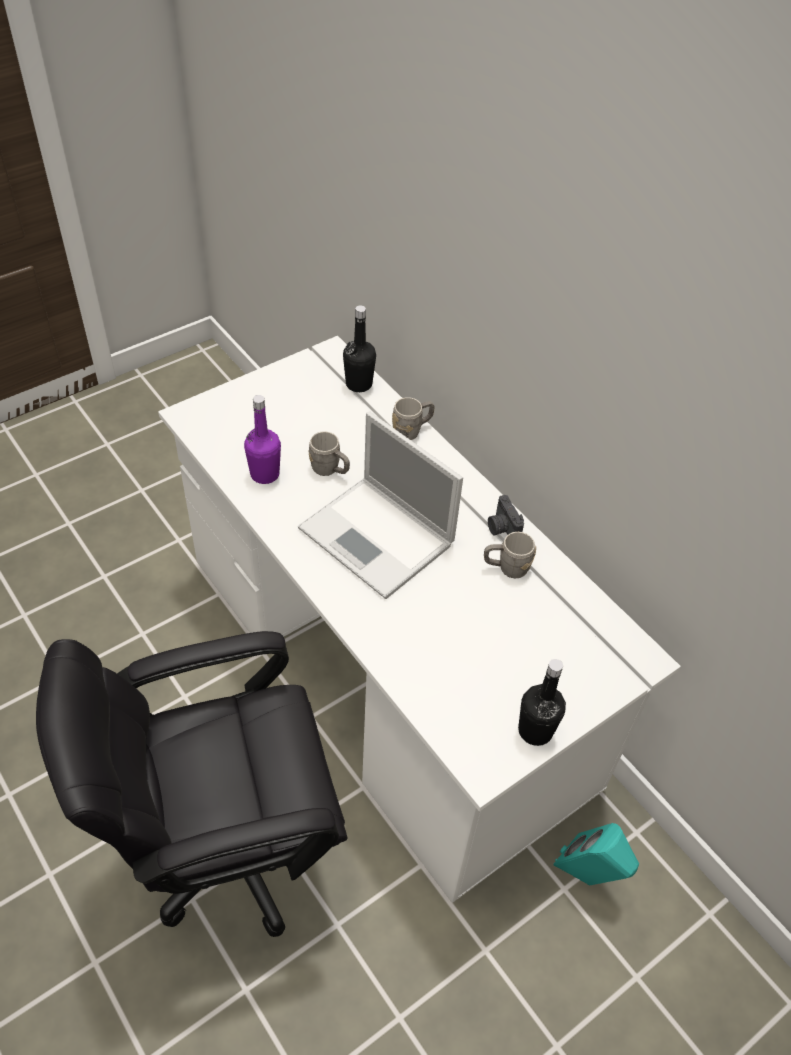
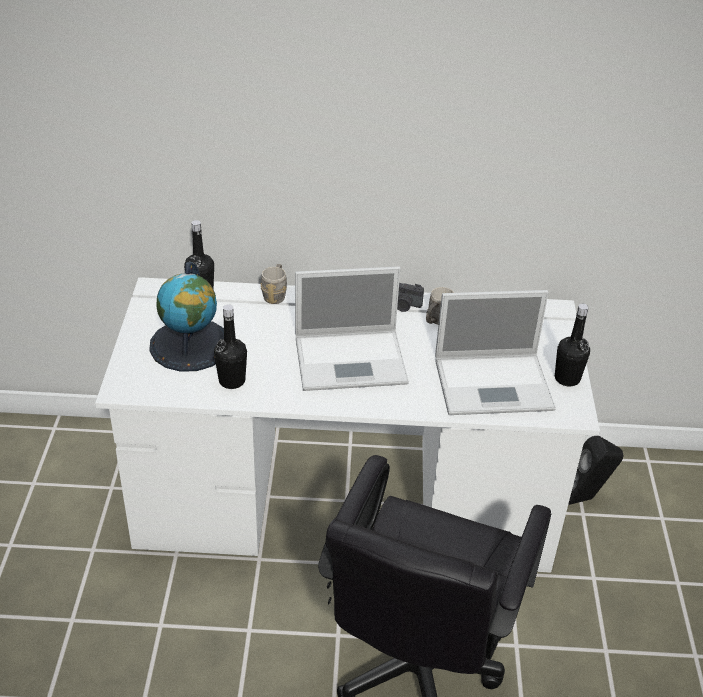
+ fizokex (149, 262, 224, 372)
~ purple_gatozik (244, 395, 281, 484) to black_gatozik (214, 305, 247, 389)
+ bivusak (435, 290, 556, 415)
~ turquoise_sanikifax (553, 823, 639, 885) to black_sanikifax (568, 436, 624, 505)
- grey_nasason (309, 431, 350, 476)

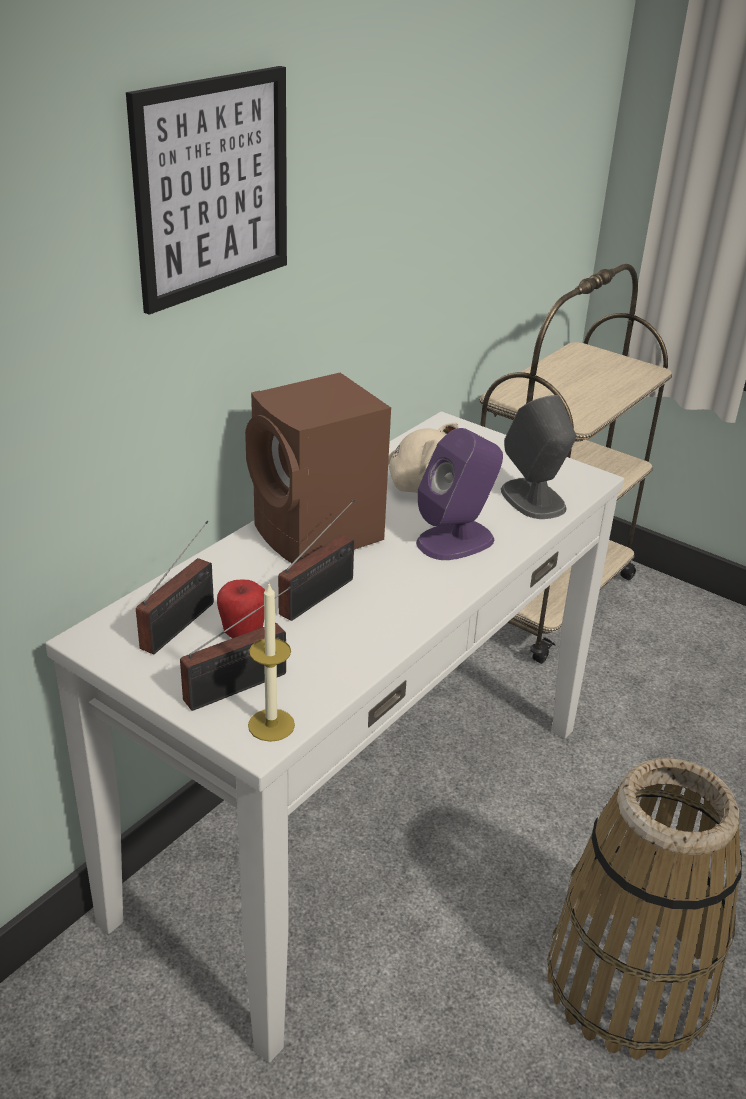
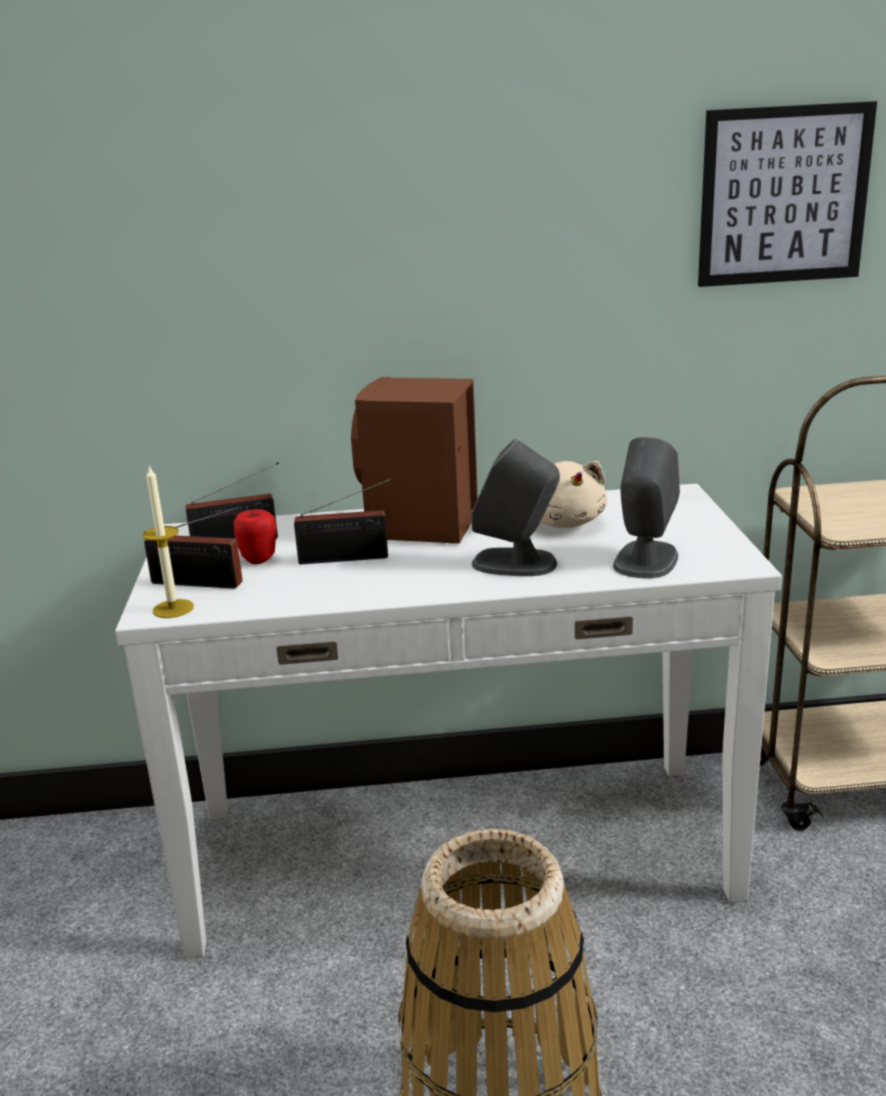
~ purple_sanikifax (416, 428, 503, 560) to grey_sanikifax (472, 439, 560, 576)
~ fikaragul (126, 66, 287, 315) to (698, 101, 877, 287)

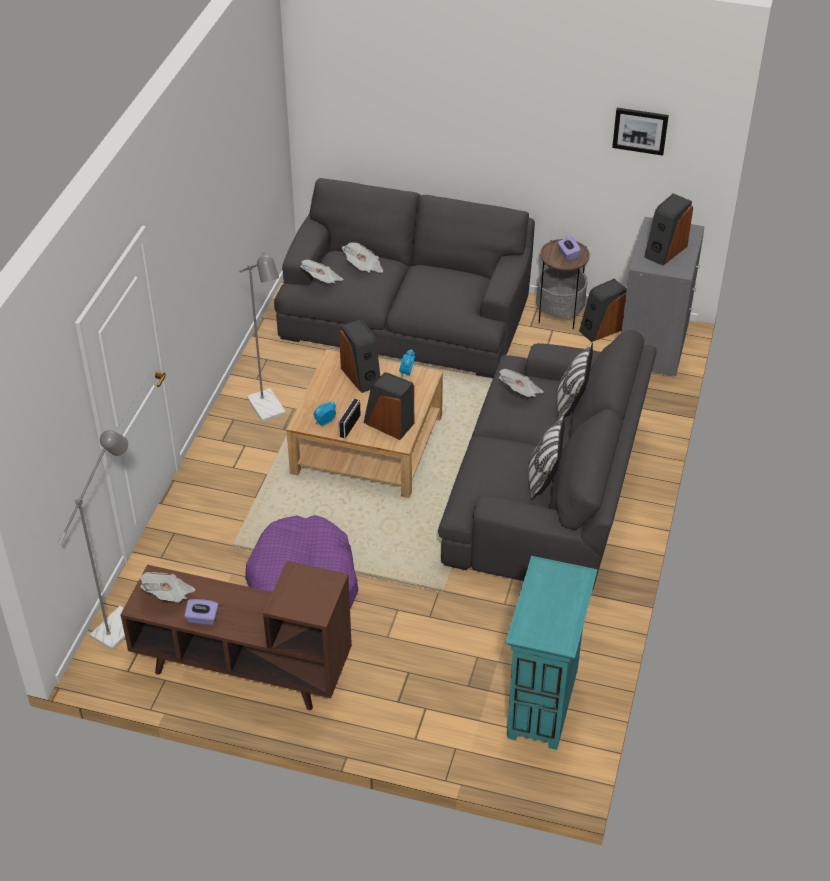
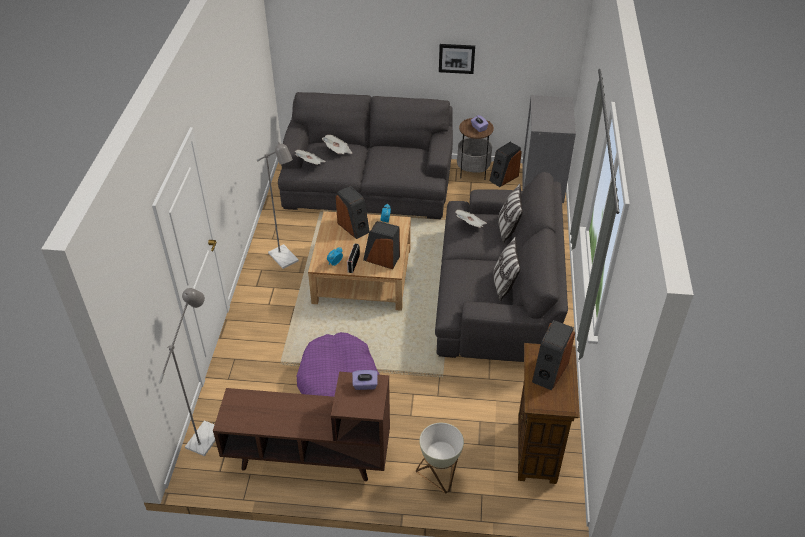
~ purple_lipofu (184, 599, 219, 625) to (352, 370, 378, 390)
+ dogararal (416, 423, 464, 493)
~ fikaragul (612, 108, 669, 156) to (439, 44, 475, 74)
~ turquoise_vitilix (505, 556, 598, 750) to brown_vitilix (518, 343, 580, 484)
~ sanikifax (644, 193, 693, 266) to (532, 320, 575, 390)
- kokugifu (140, 572, 195, 603)

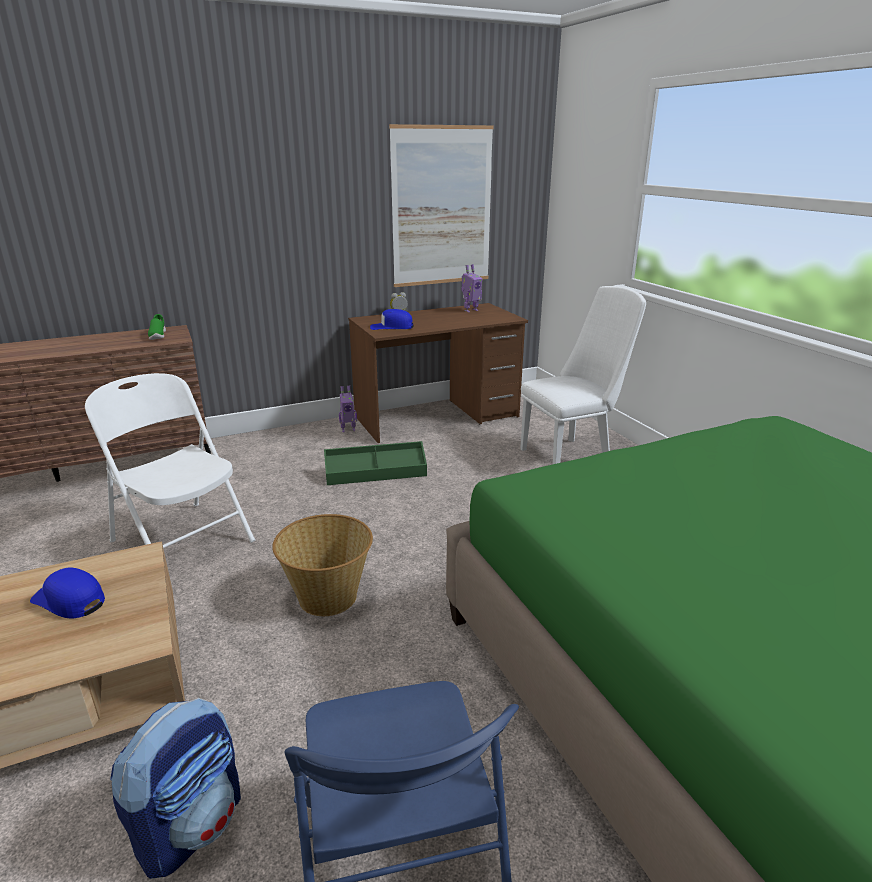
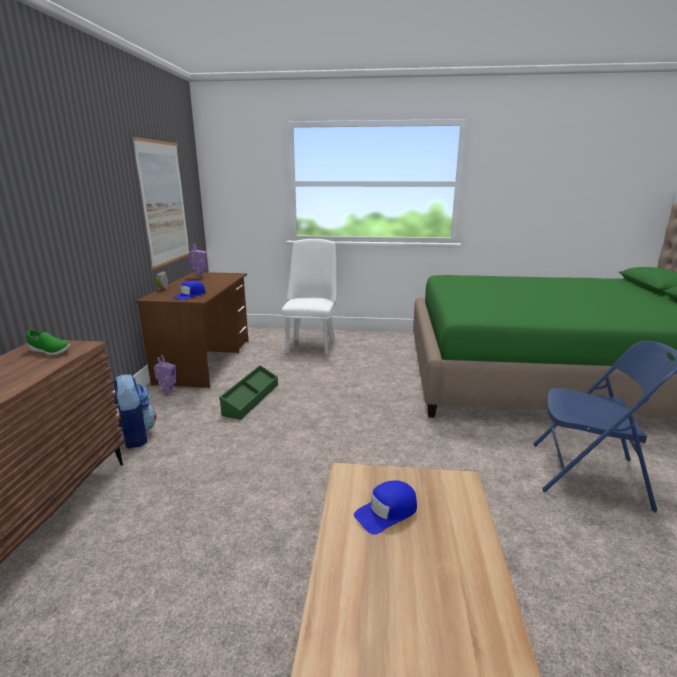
~ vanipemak (110, 698, 241, 879) to (114, 374, 156, 448)
- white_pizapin (85, 373, 256, 548)
- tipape (272, 514, 373, 616)

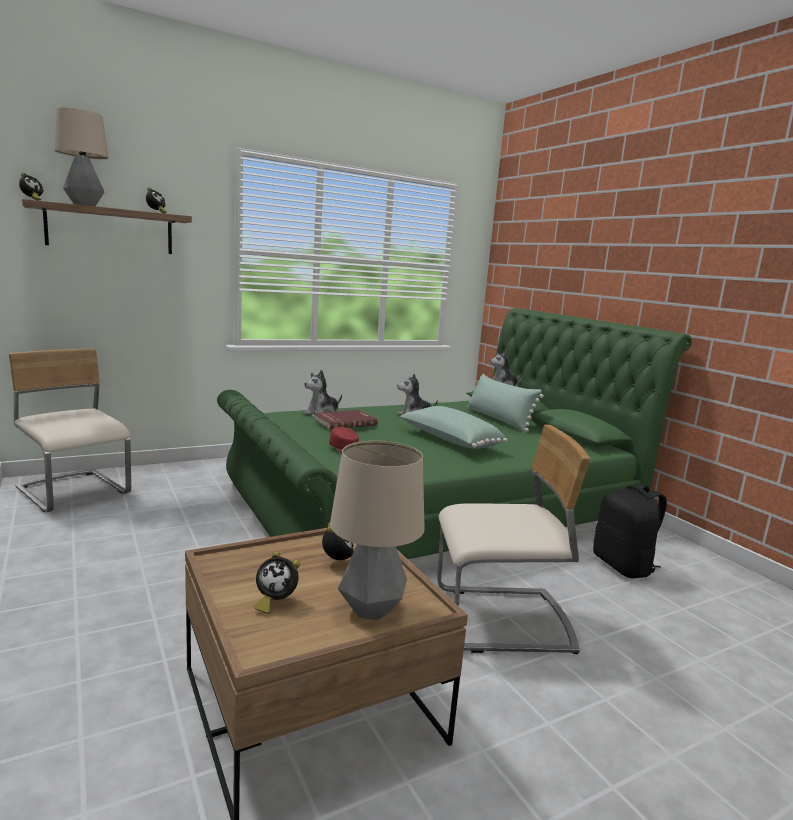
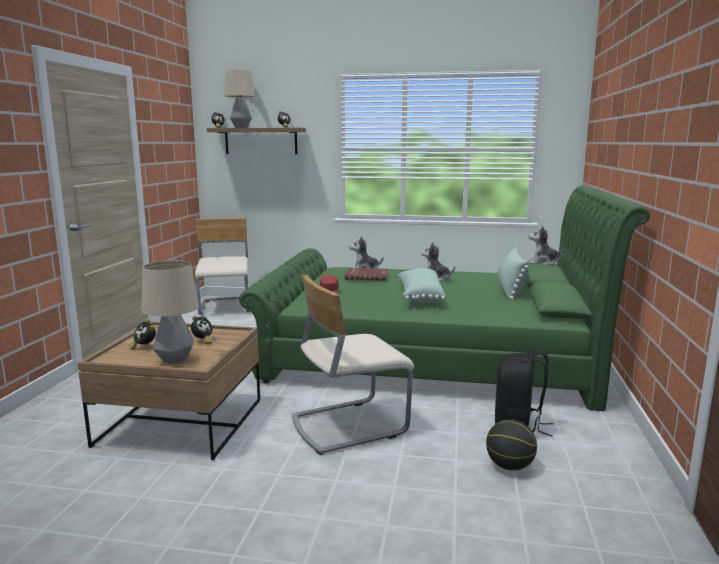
~ beige_pizapin (437, 425, 590, 654) = (292, 275, 414, 455) 120 degrees clockwise
+ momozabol (486, 419, 537, 470)

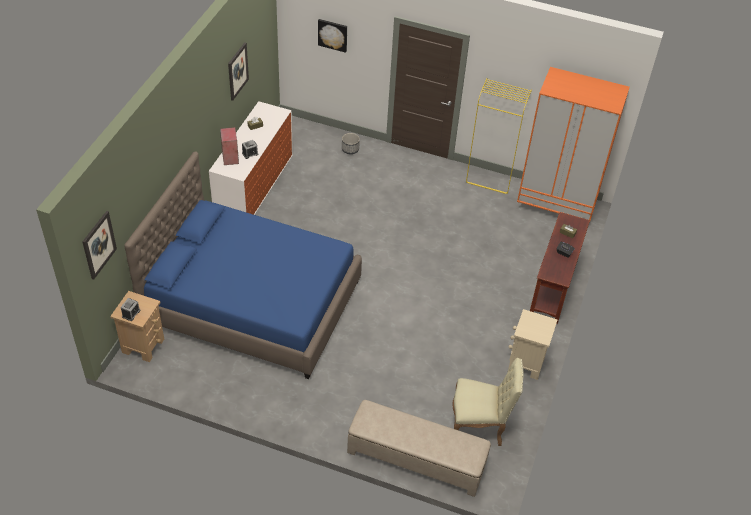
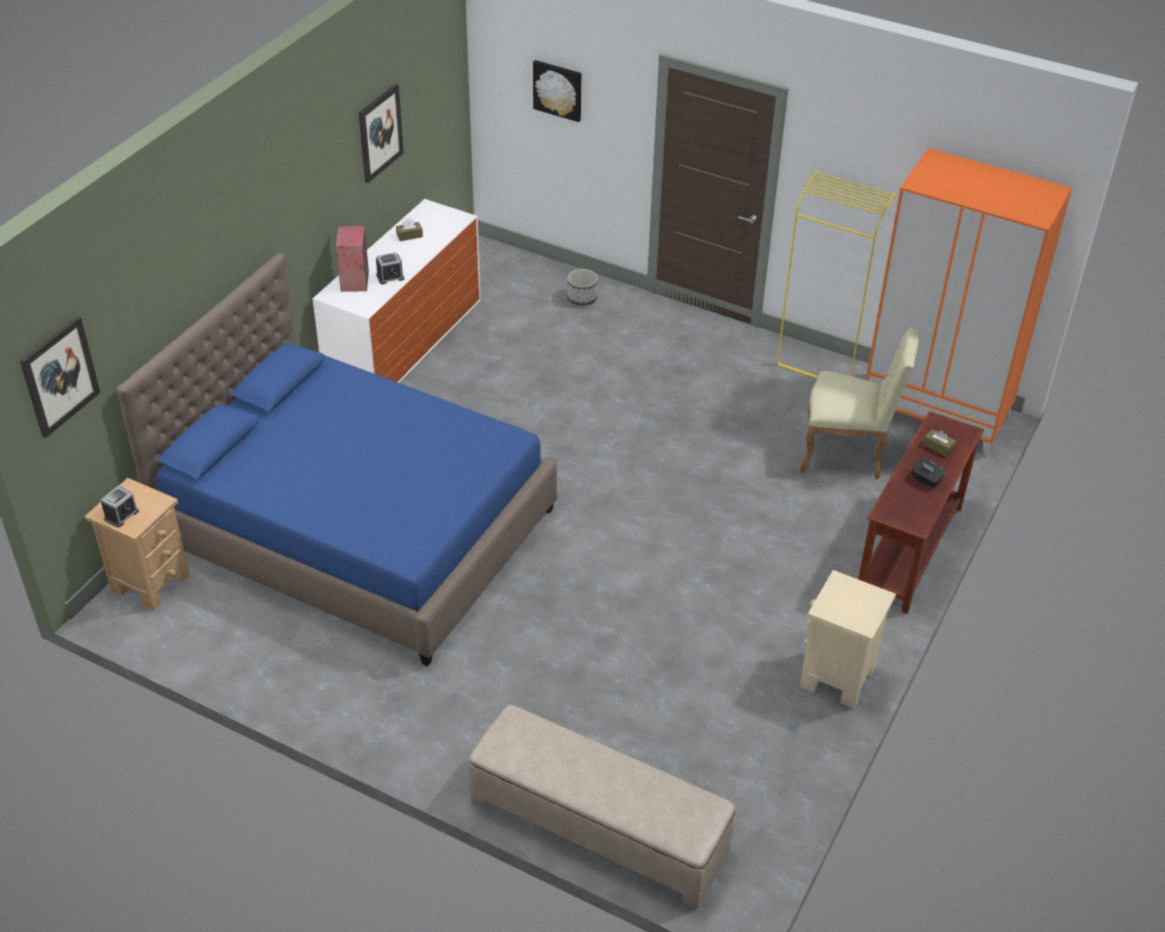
~ beige_pizapin (453, 358, 523, 446) to (801, 327, 919, 479)

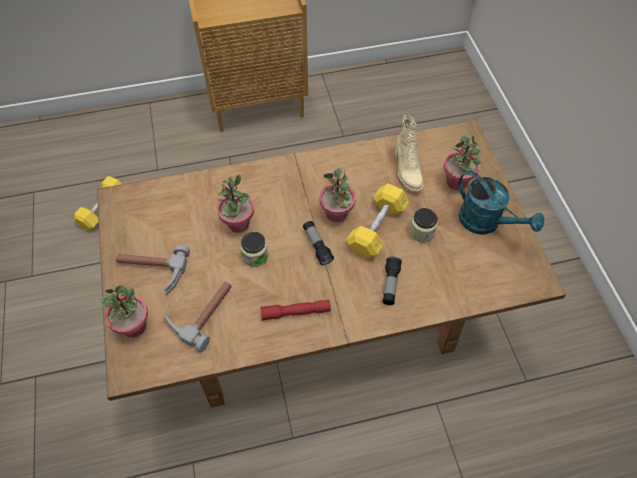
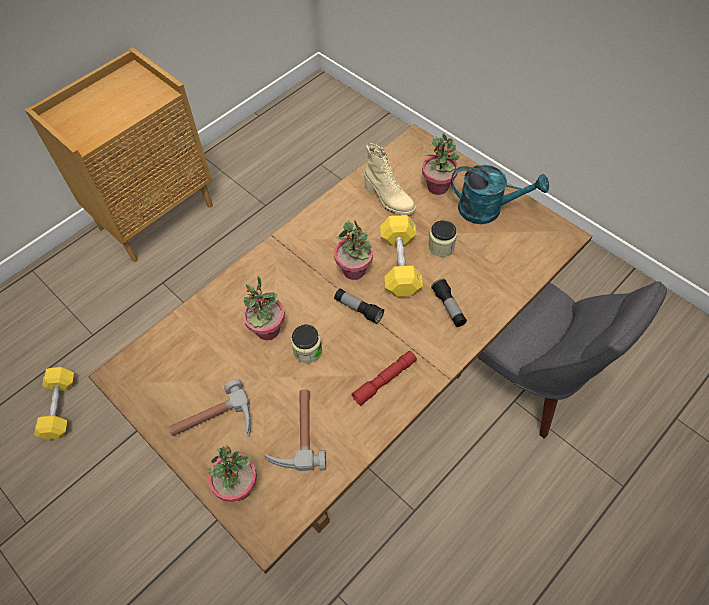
+ grey_pizapin (457, 281, 667, 439)

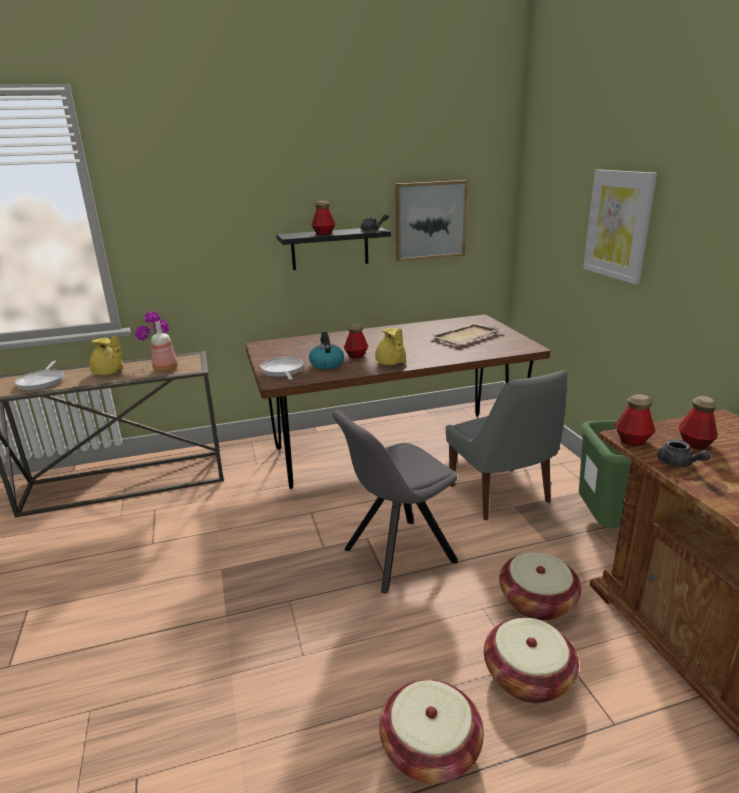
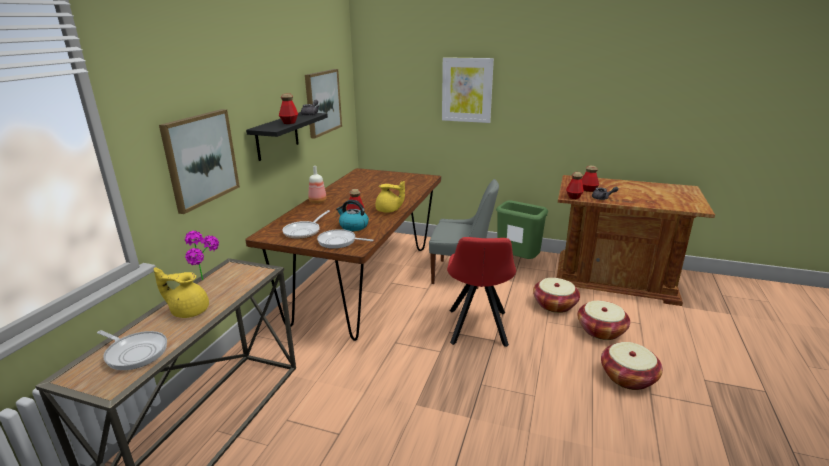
~ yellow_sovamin (89, 335, 123, 375) = (154, 267, 209, 318) 150 degrees counterclockwise
+ fikaragul (159, 109, 240, 214)
+ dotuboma (282, 210, 330, 239)
~ gatozik (151, 322, 178, 372) to (308, 166, 327, 203)
~ grey_pizapin (332, 410, 458, 593) to red_pizapin (447, 237, 516, 347)
- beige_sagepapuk (428, 323, 503, 344)

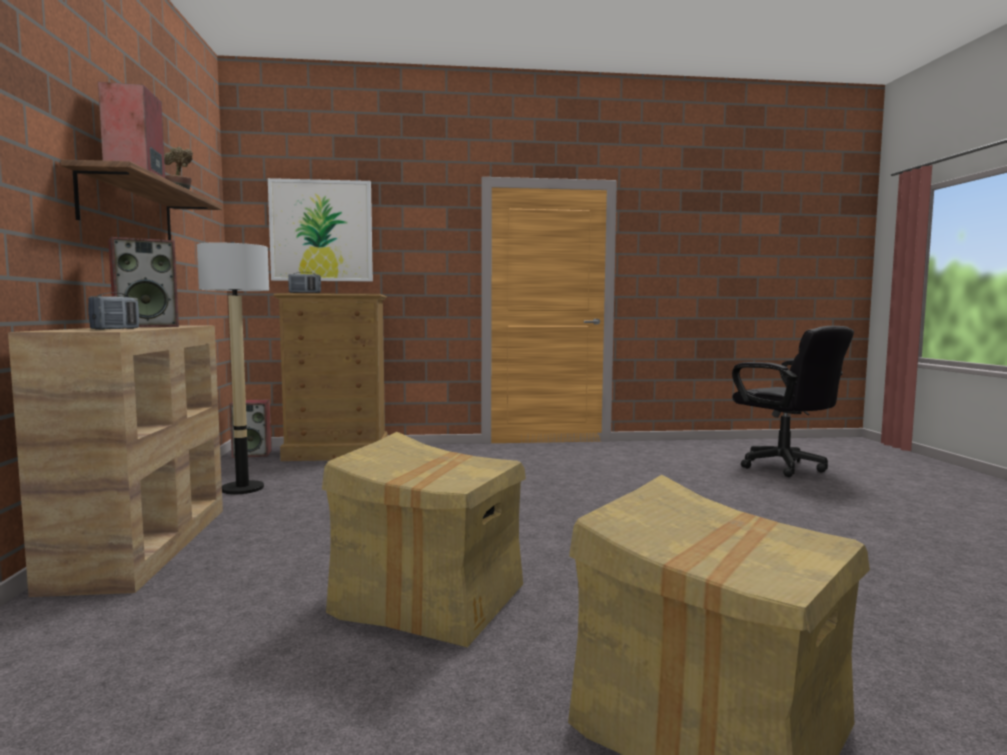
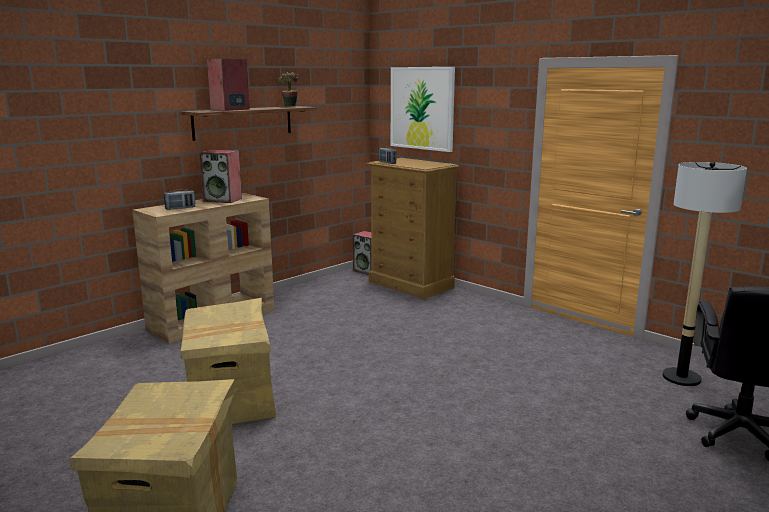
~ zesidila (197, 242, 269, 494) to (662, 162, 747, 386)

